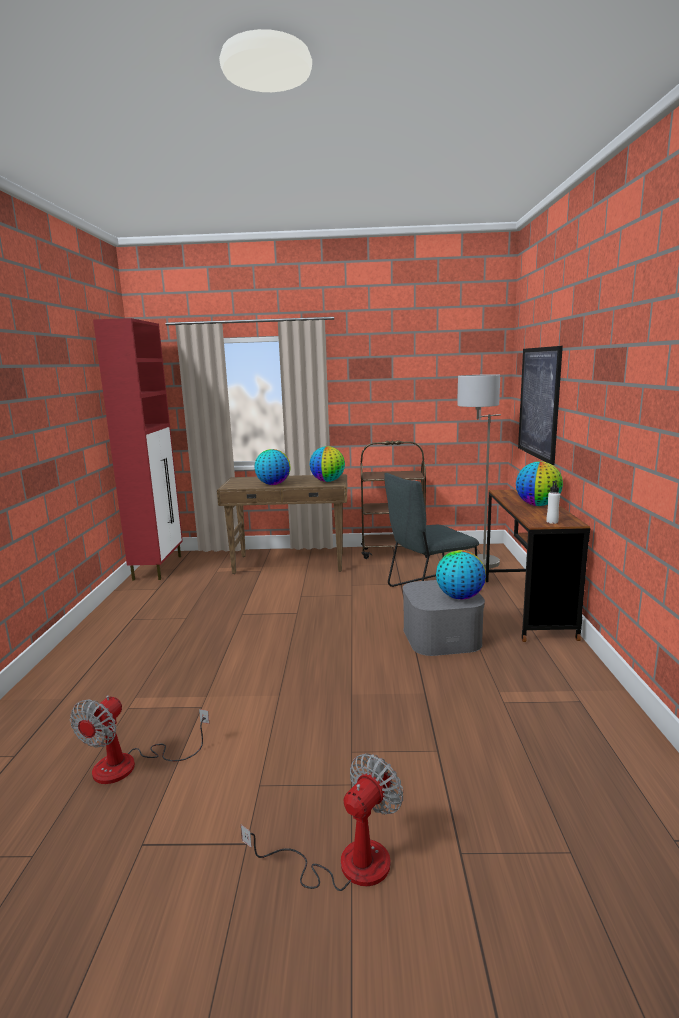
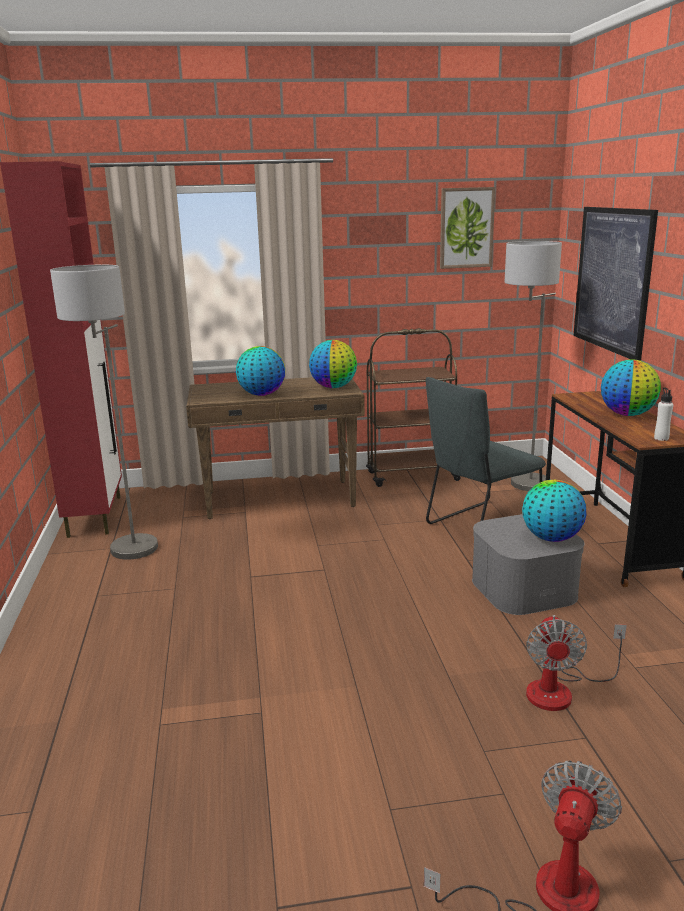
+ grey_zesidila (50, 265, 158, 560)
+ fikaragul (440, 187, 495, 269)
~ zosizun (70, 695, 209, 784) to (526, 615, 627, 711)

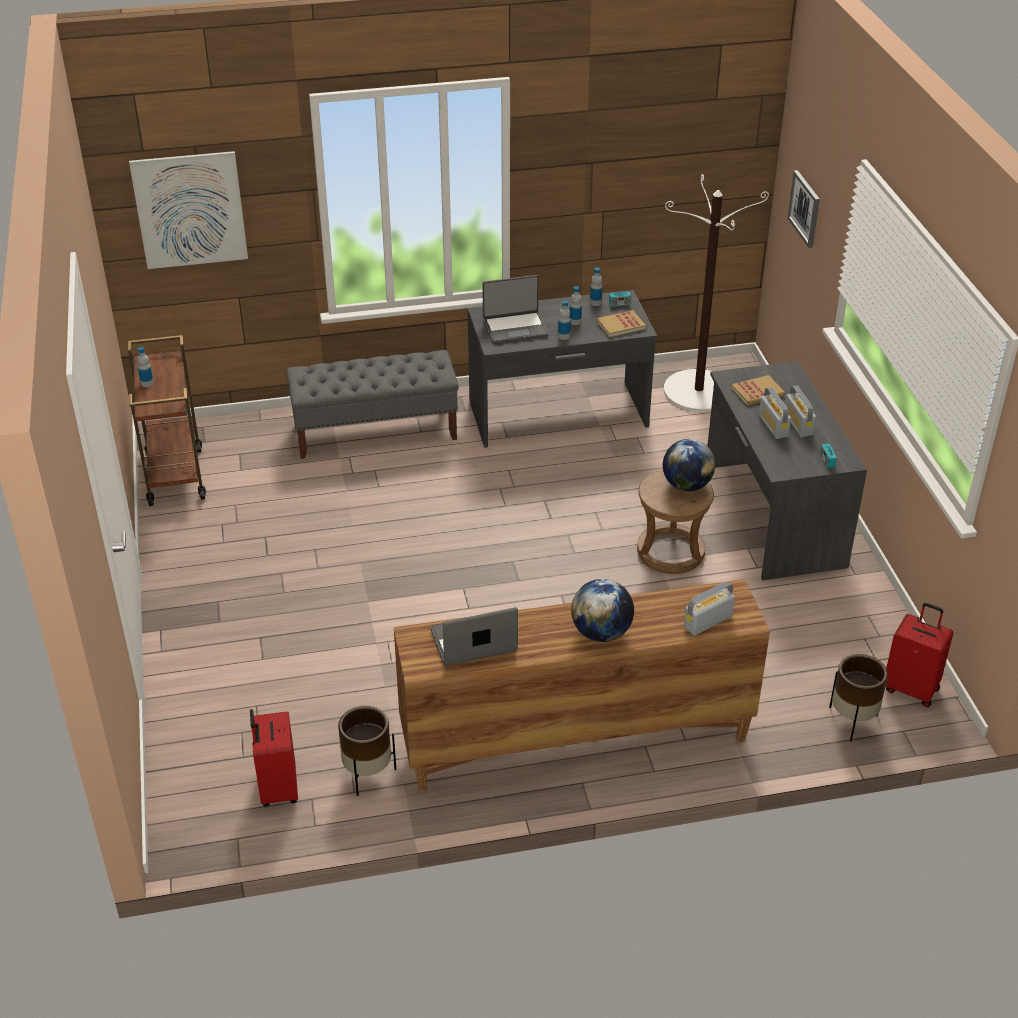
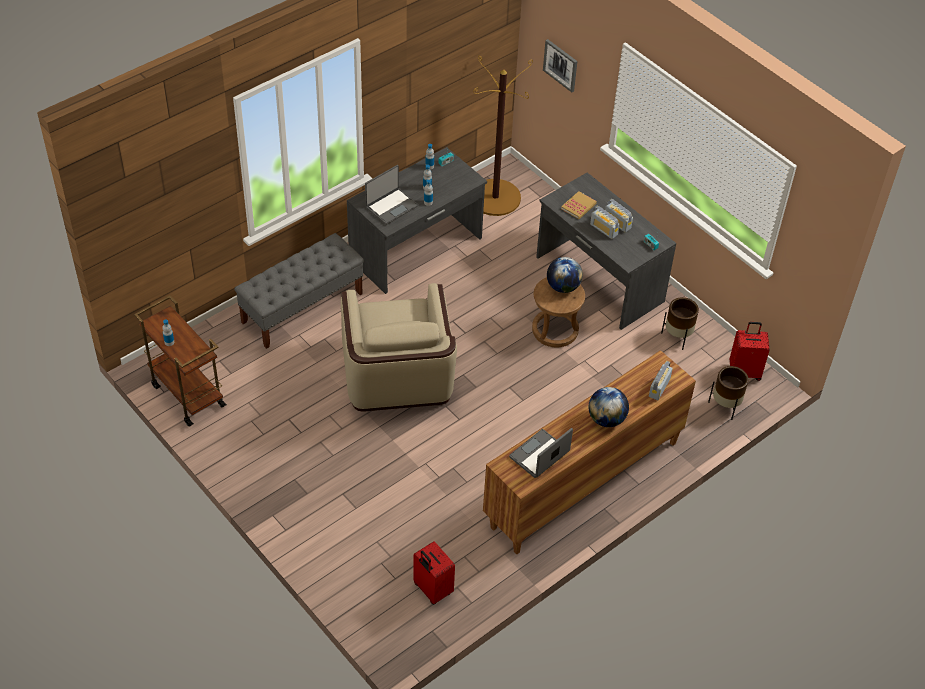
+ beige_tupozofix (341, 283, 457, 412)
~ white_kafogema (664, 174, 769, 412) to brown_kafogema (473, 56, 533, 216)
~ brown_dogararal (338, 706, 396, 796) to (661, 297, 699, 350)
- fikaragul (129, 151, 248, 269)
- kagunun (597, 310, 646, 338)

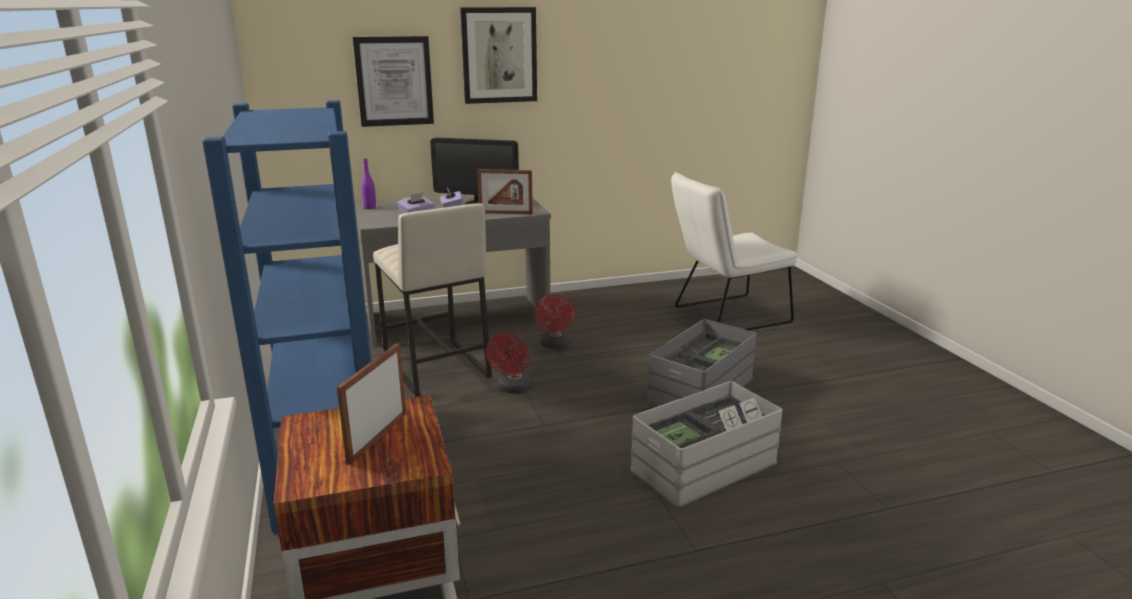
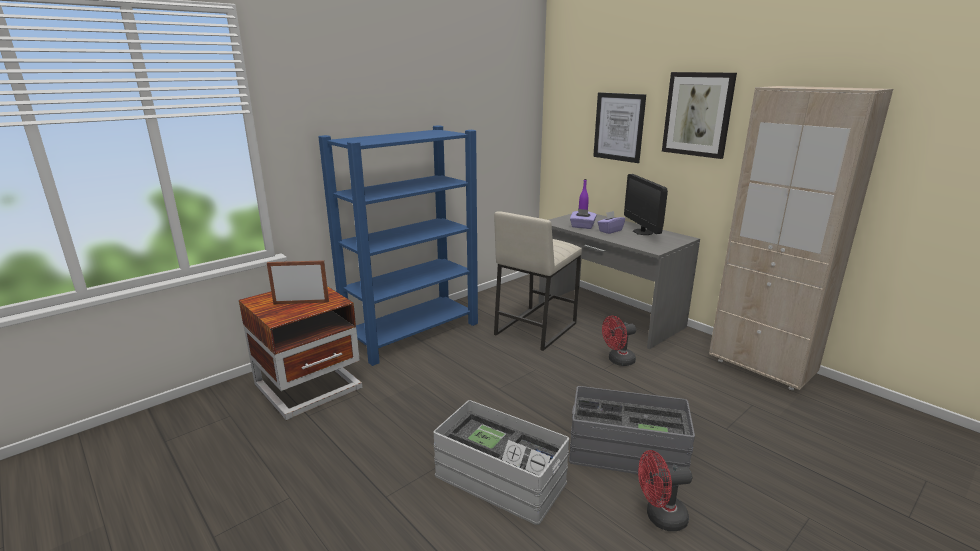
~ red_zosizun (486, 332, 532, 393) to (638, 450, 692, 531)
+ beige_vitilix (709, 86, 893, 390)
- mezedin (477, 169, 533, 214)
- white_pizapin (671, 172, 799, 330)

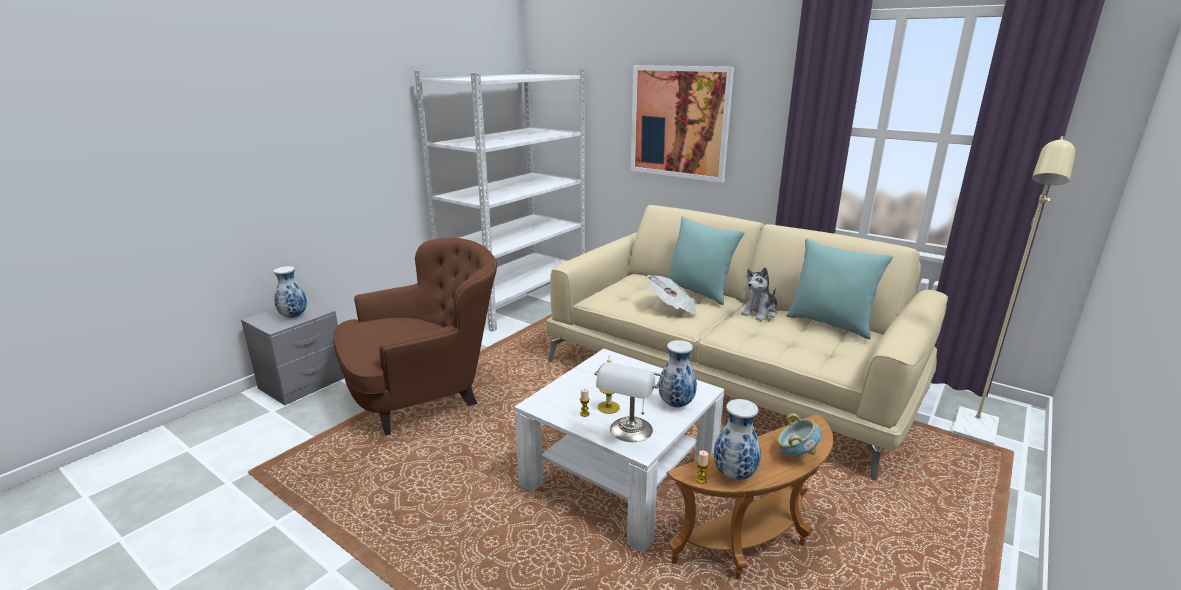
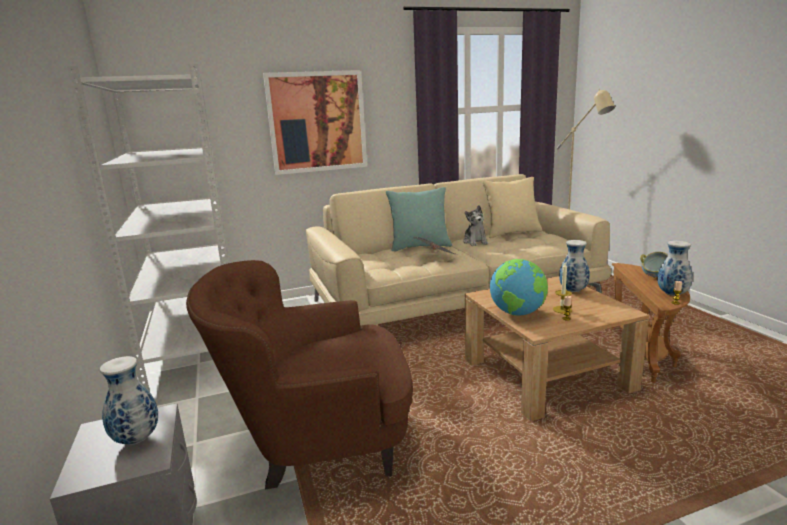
~ brown_tupozofix (333, 238, 497, 436) = (186, 260, 413, 490) 105 degrees counterclockwise
~ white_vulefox (514, 349, 724, 553) to brown_vulefox (465, 276, 649, 421)
~ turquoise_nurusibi (786, 238, 893, 339) to beige_nurusibi (482, 177, 542, 238)
+ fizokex (490, 259, 548, 316)
- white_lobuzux (594, 362, 664, 442)

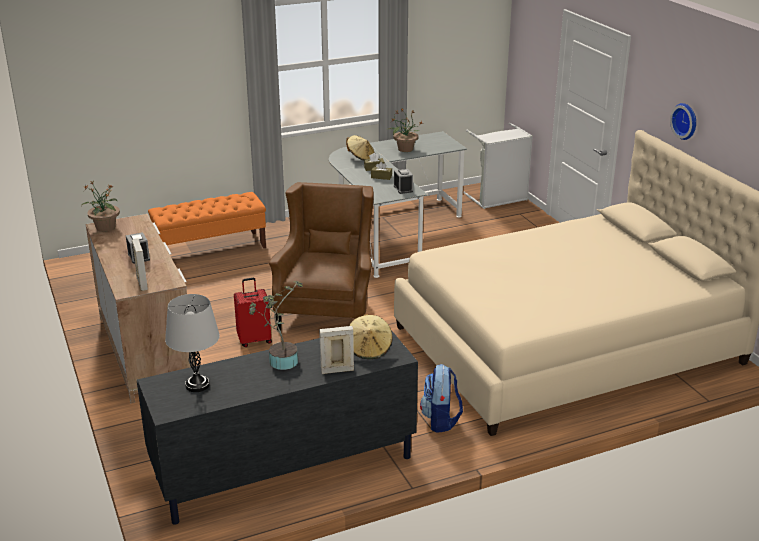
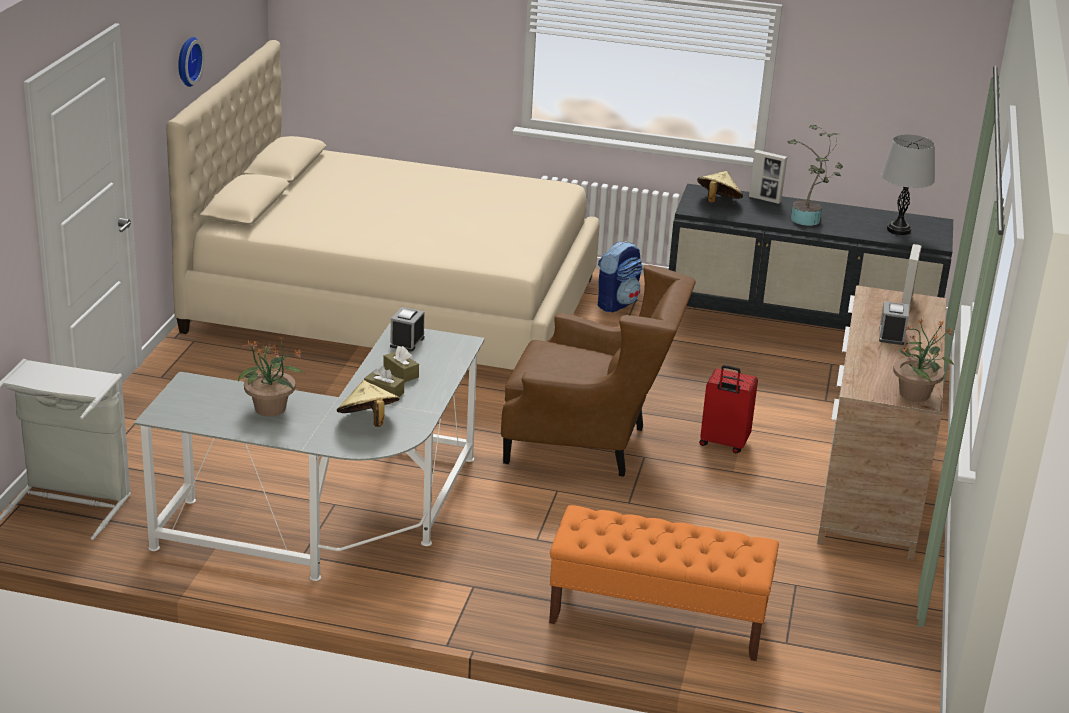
~ brown_tupozofix (269, 182, 374, 331) = (501, 265, 696, 477) 120 degrees counterclockwise

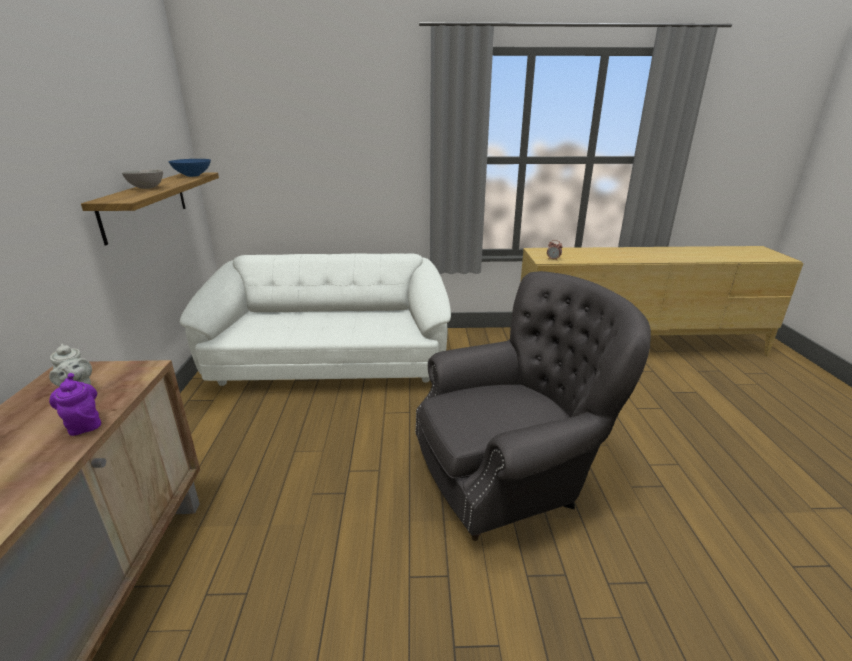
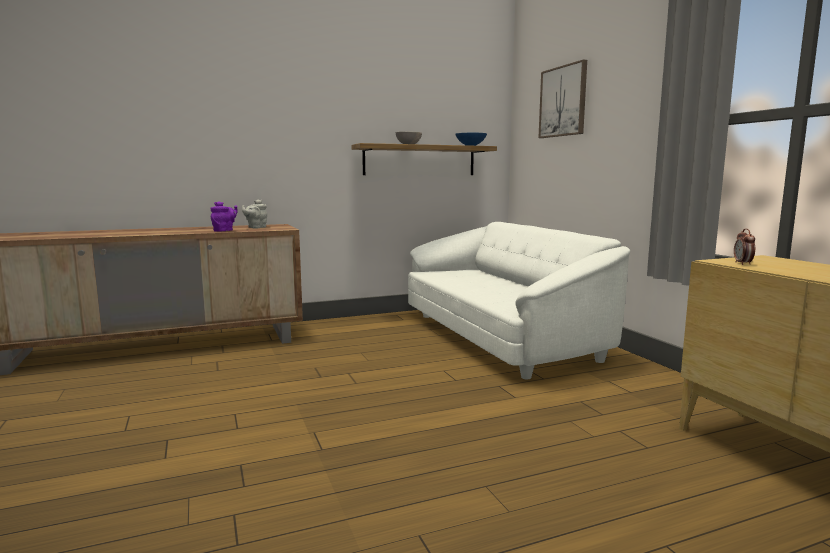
+ fikaragul (538, 60, 587, 138)
- grey_tupozofix (415, 271, 651, 541)

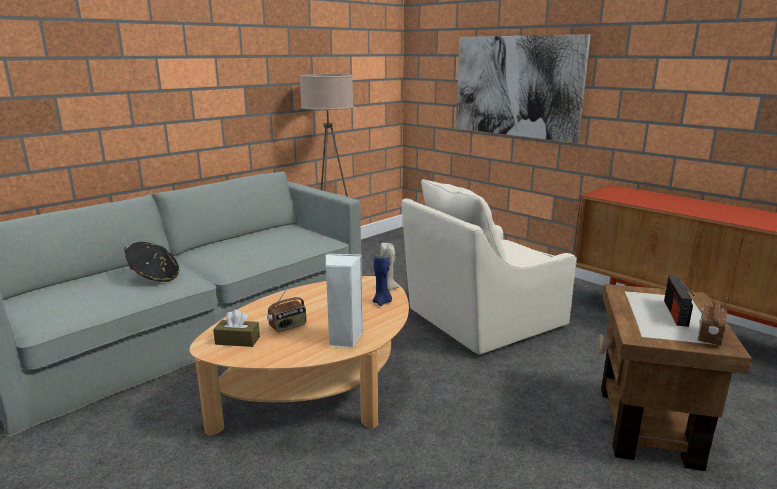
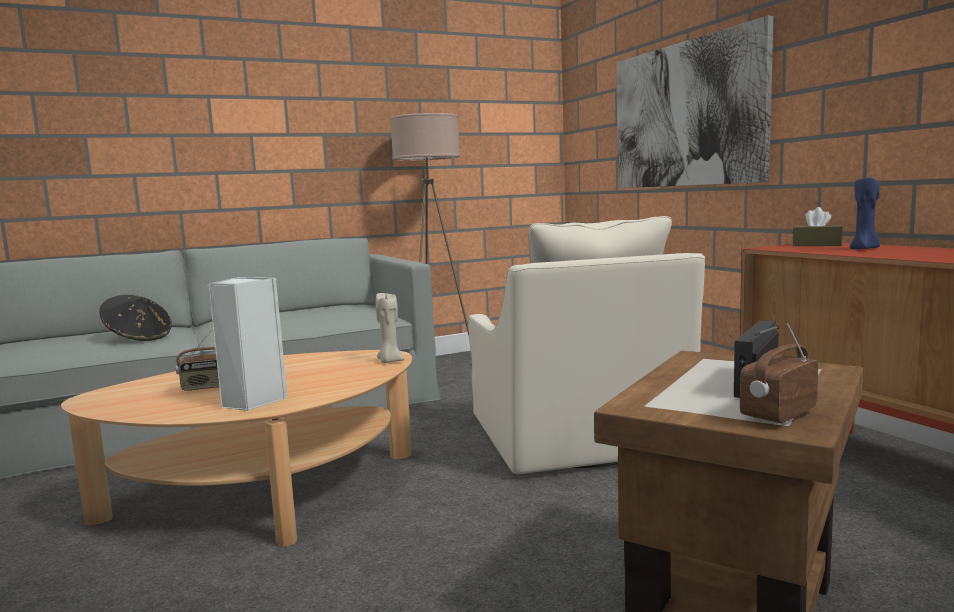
~ beige_tupozofix (401, 179, 577, 354) = (468, 216, 705, 474) 90 degrees counterclockwise
~ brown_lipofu (213, 310, 260, 347) to (792, 207, 843, 246)
~ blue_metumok (373, 254, 392, 306) to (850, 176, 880, 249)

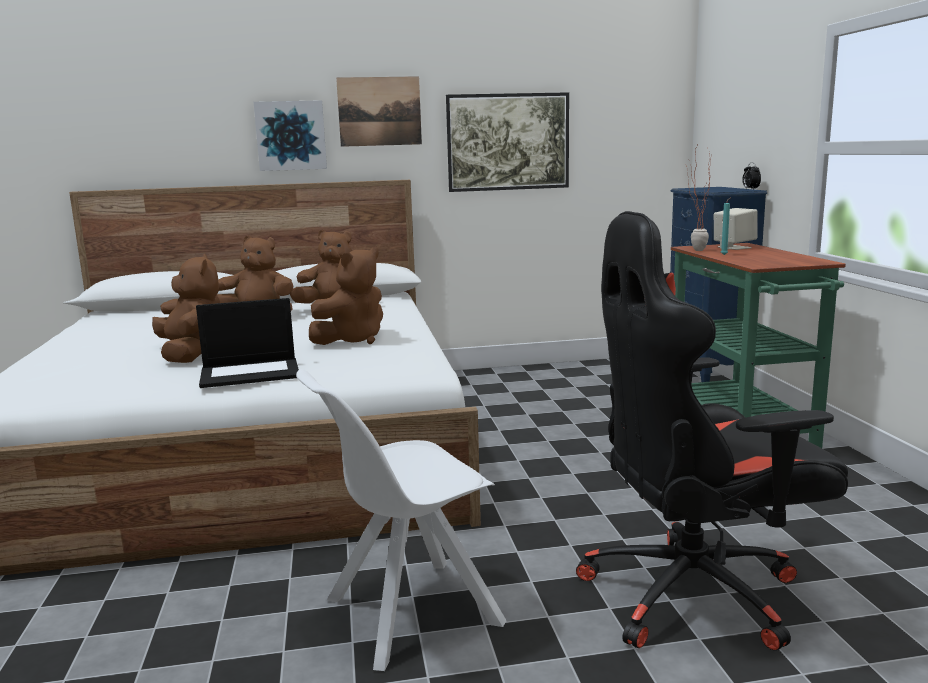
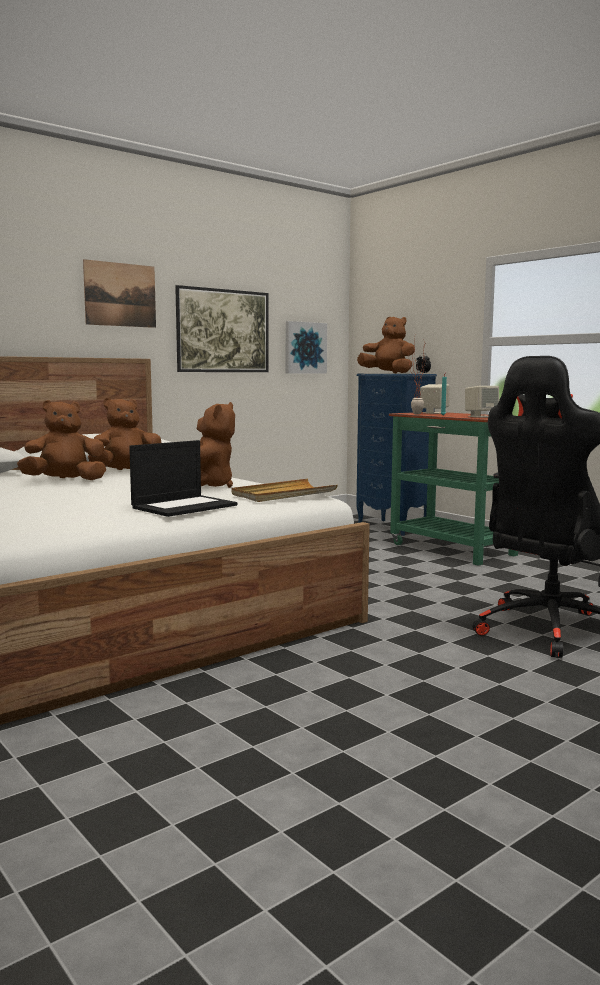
+ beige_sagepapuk (232, 479, 338, 502)
~ fikaragul (254, 100, 327, 171) to (286, 321, 327, 374)
~ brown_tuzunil (152, 254, 219, 363) to (357, 317, 414, 373)
+ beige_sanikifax (465, 386, 499, 418)
- white_pizapin (296, 369, 507, 671)

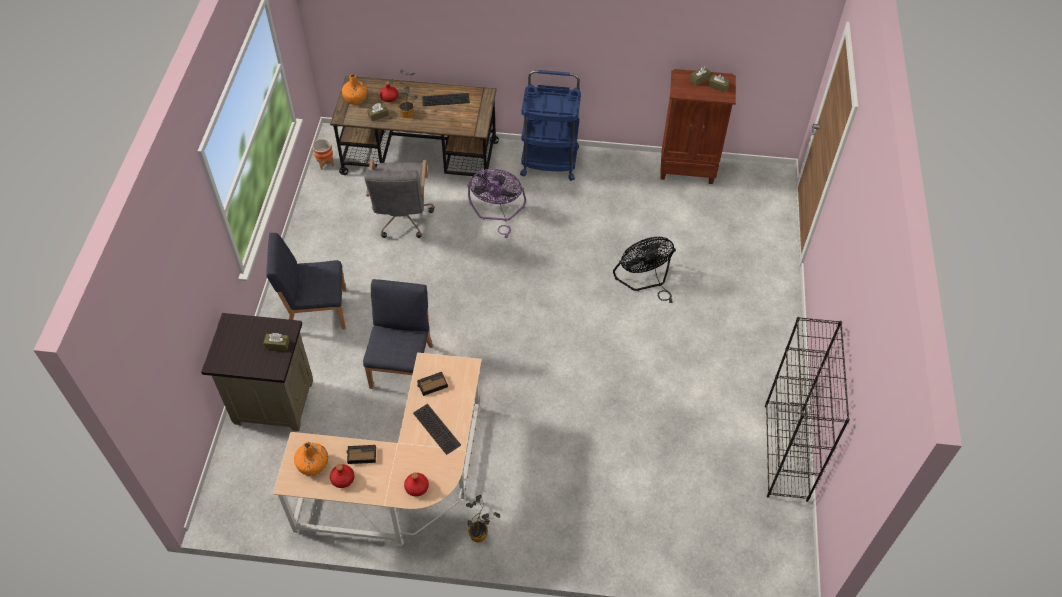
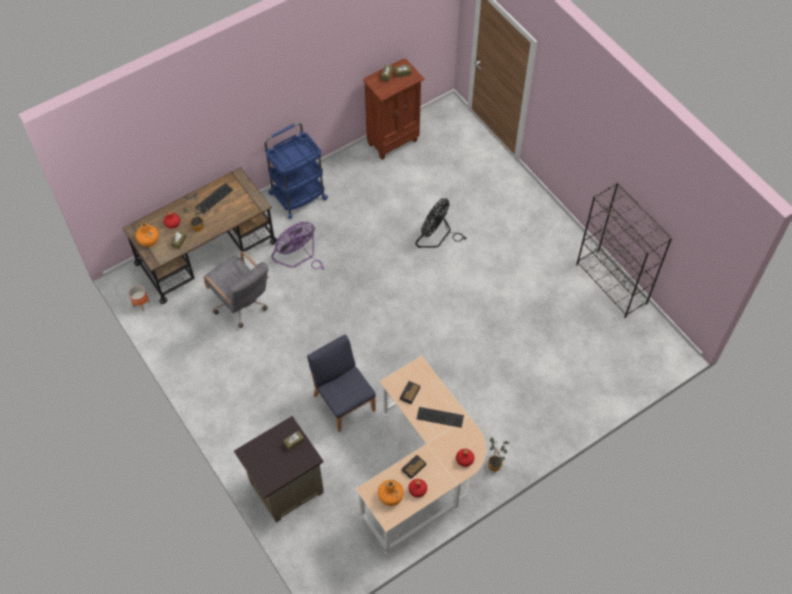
- blue_pizapin (266, 233, 346, 330)

